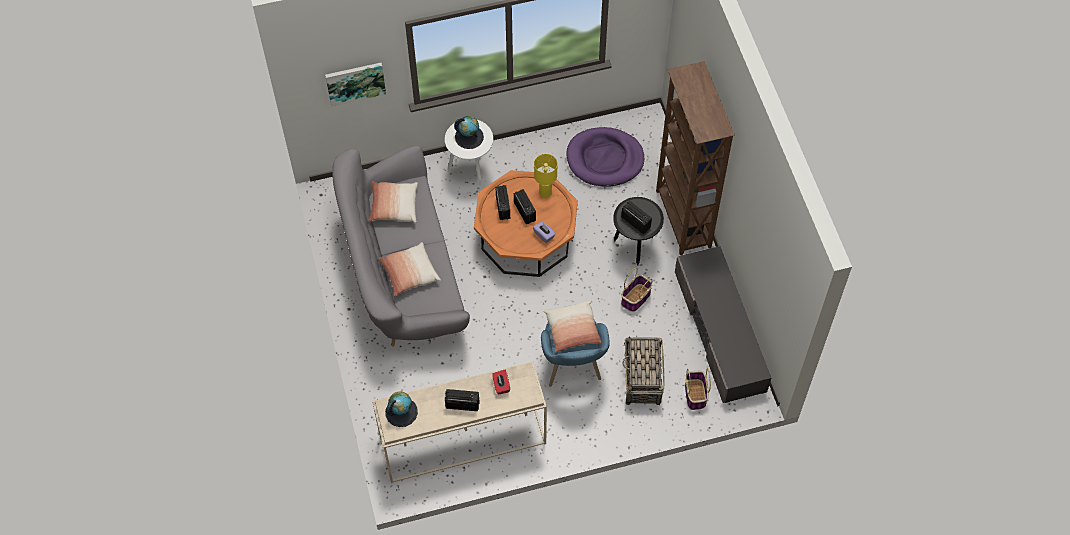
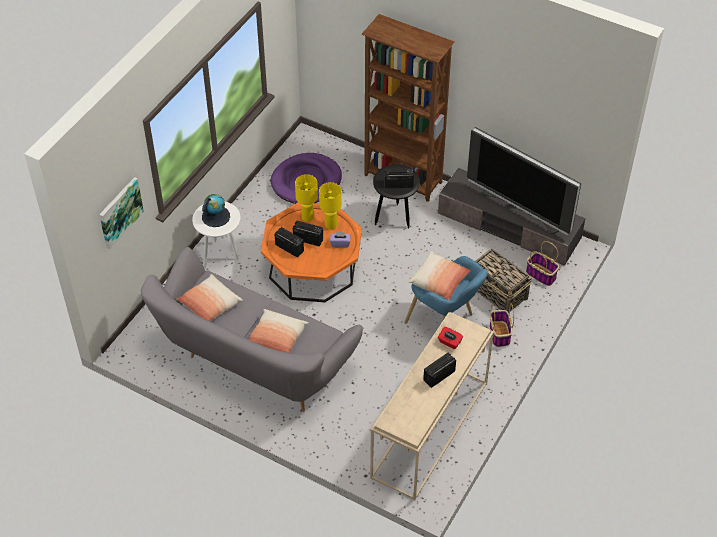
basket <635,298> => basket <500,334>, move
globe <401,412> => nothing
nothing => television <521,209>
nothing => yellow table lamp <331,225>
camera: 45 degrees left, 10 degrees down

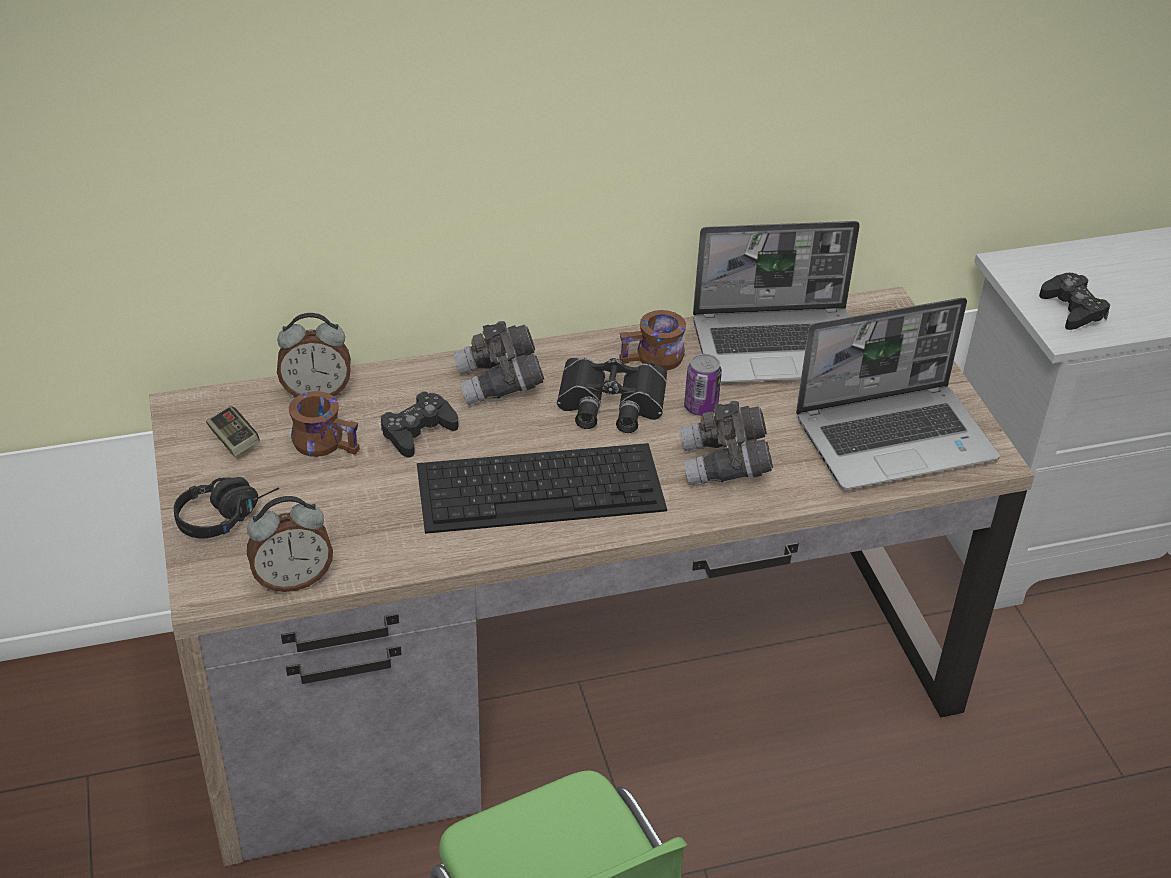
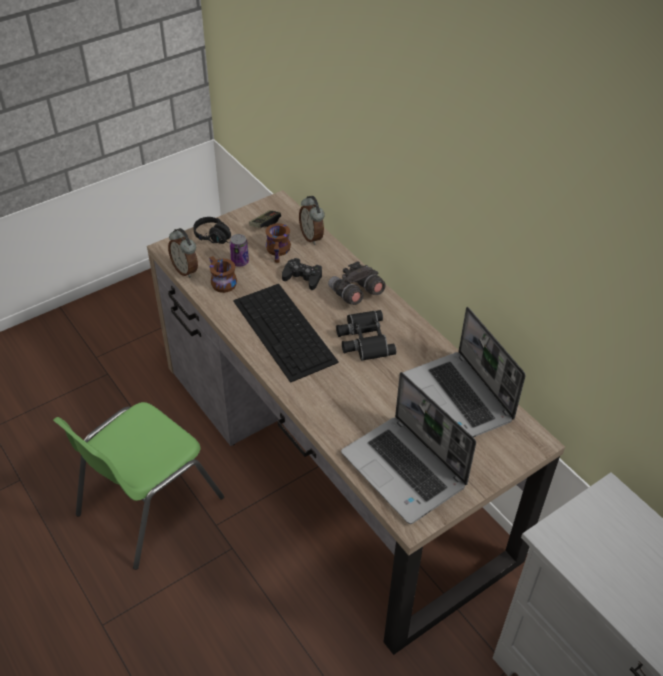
black game controller <1072,309> => nothing
brown mug <654,360> => brown mug <220,282>, move
can <700,407> => can <240,262>, move
grey binoculars <724,465> => nothing
camera: 70 degrees right, 5 degrees up

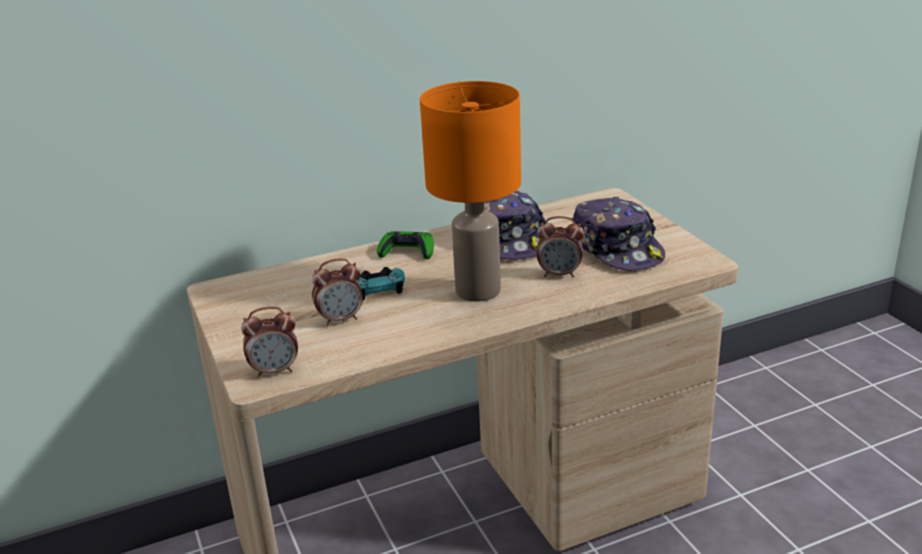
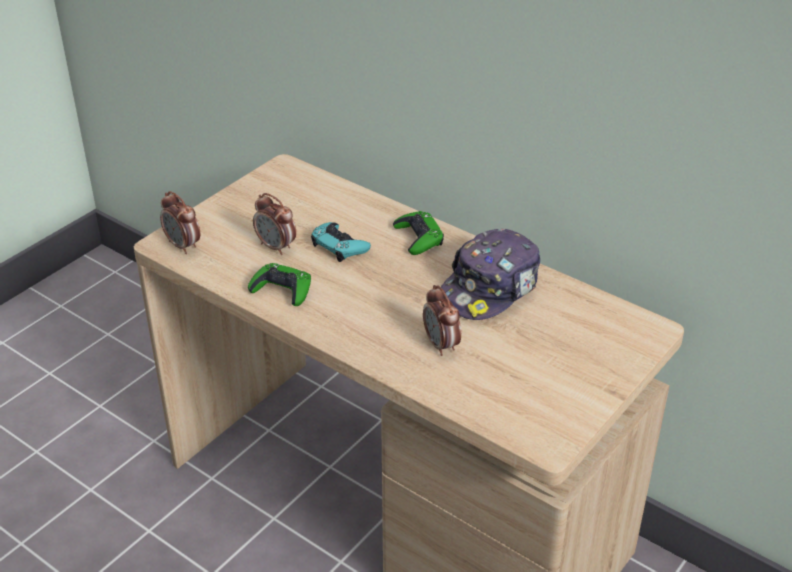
orange table lamp <478,290> => nothing
cap <617,249> => nothing
nothing => green game controller <282,290>
camera: 60 degrees right, 10 degrees up

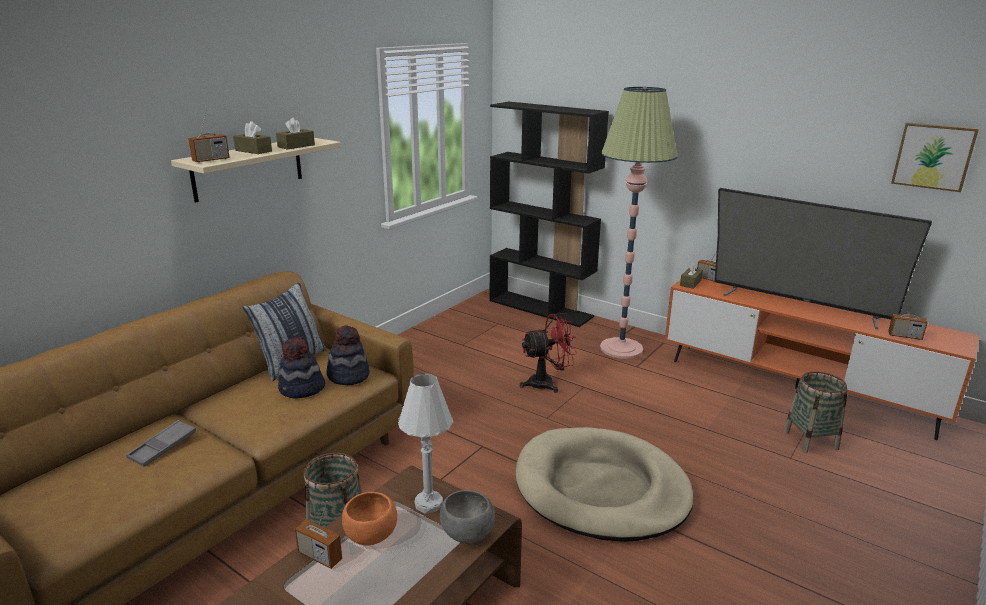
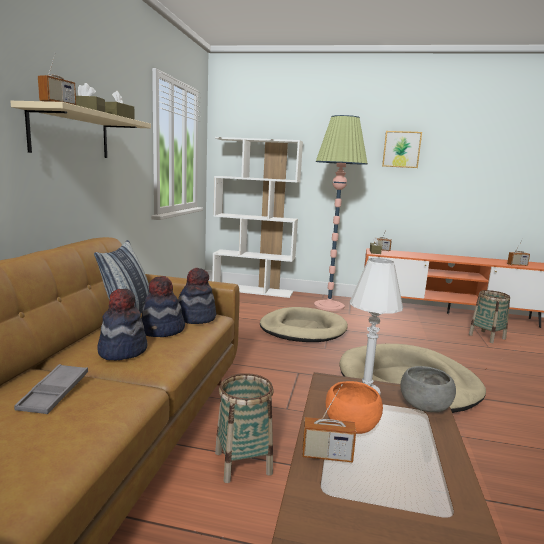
black bookcase <541,308> => white bookcase <253,290>
picture <933,156> => picture <401,149>, move
television <799,305> => nothing
red fan <547,383> => beige dog bed <303,329>
nothing => hat <122,351>
camera: 25 degrees left, 10 degrees down

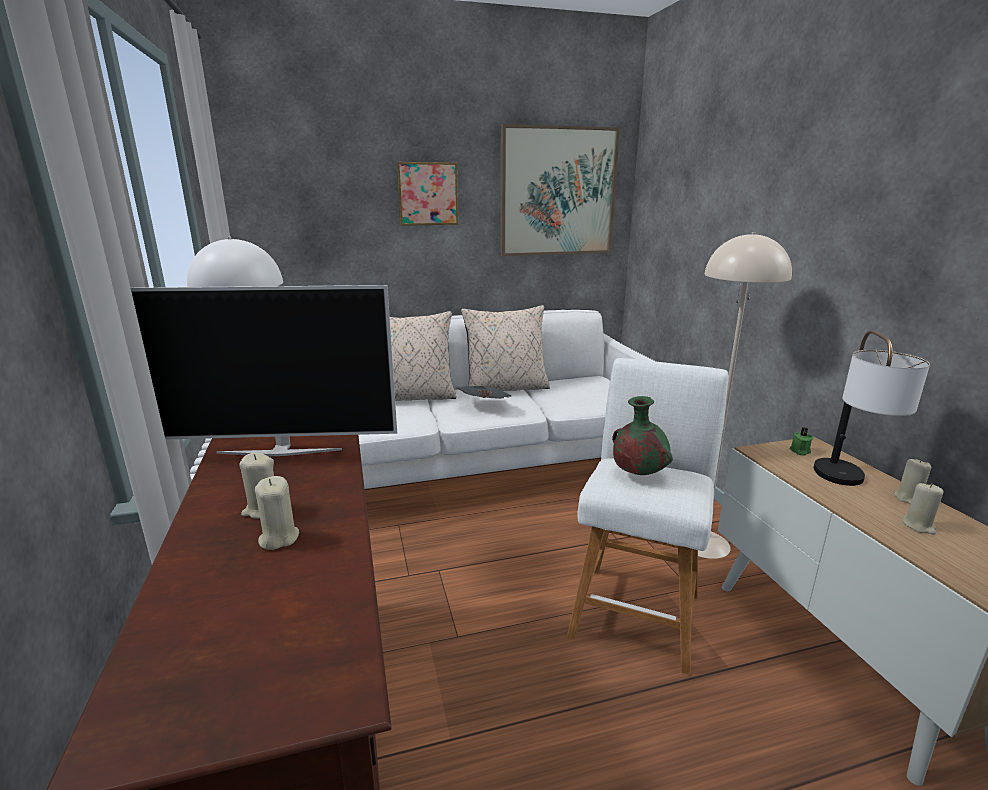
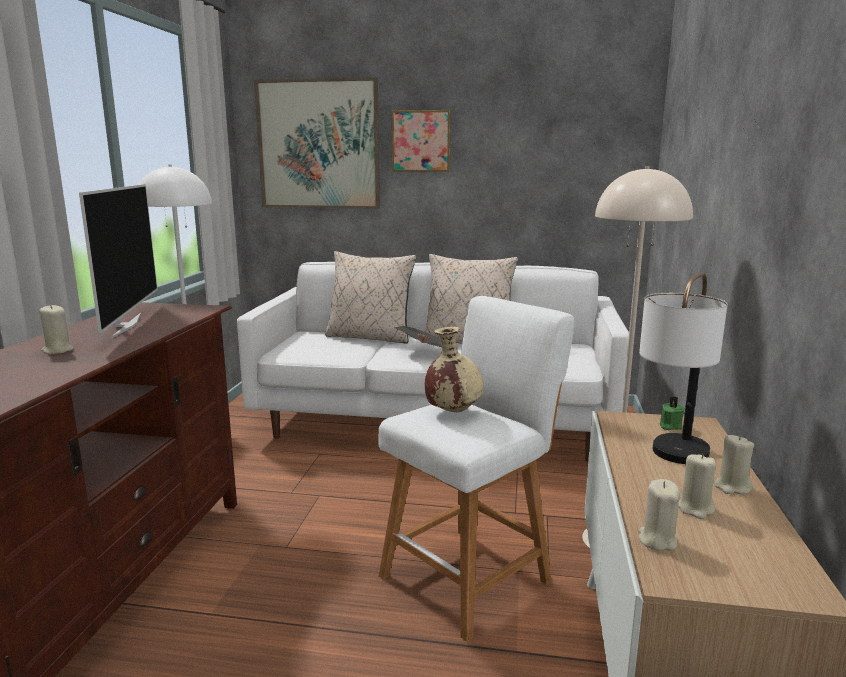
picture <558,192> => picture <318,145>, move
television <280,450> => television <125,325>, 120 degrees counterclockwise
green vase <637,474> => beige vase <452,412>
beige candle <278,538> => beige candle <657,540>, move
camera: 25 degrees right, 5 degrees down

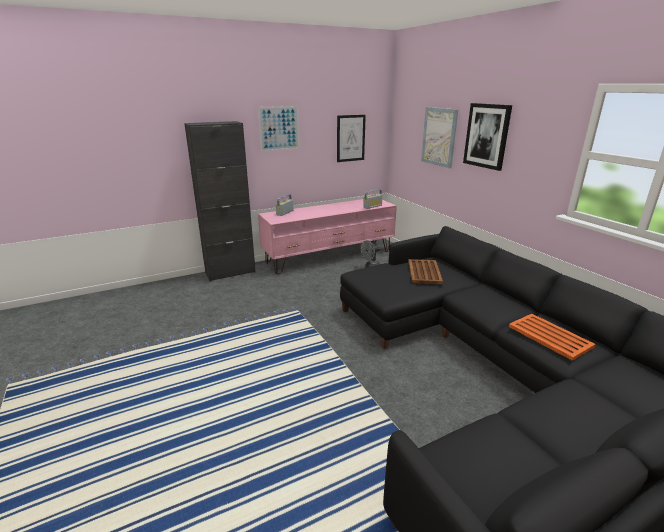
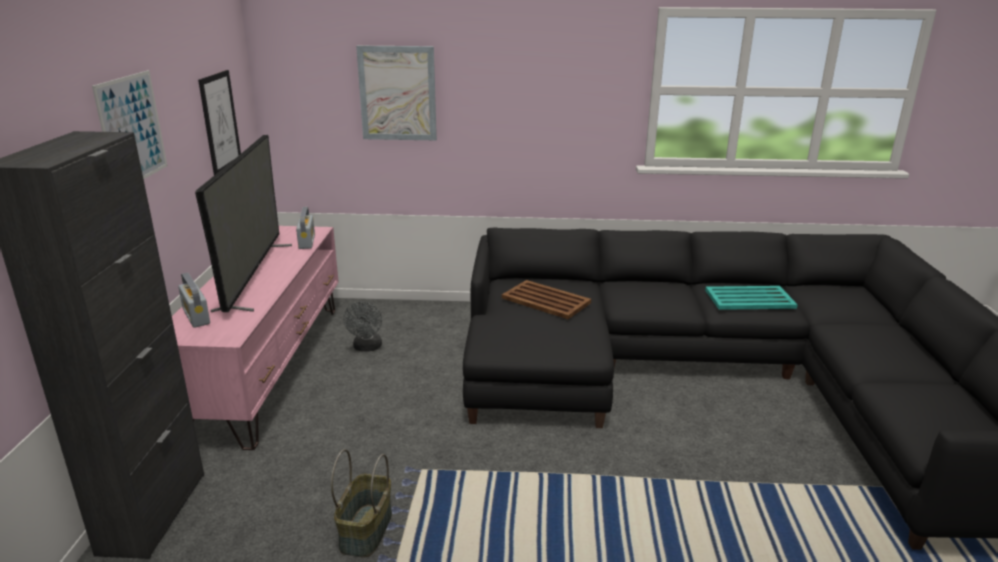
picture <487,136> => nothing
orange tray <550,337> => turquoise tray <750,299>
nothing => television <254,275>
nothing => basket <365,530>
camera: 60 degrees left, 0 degrees up

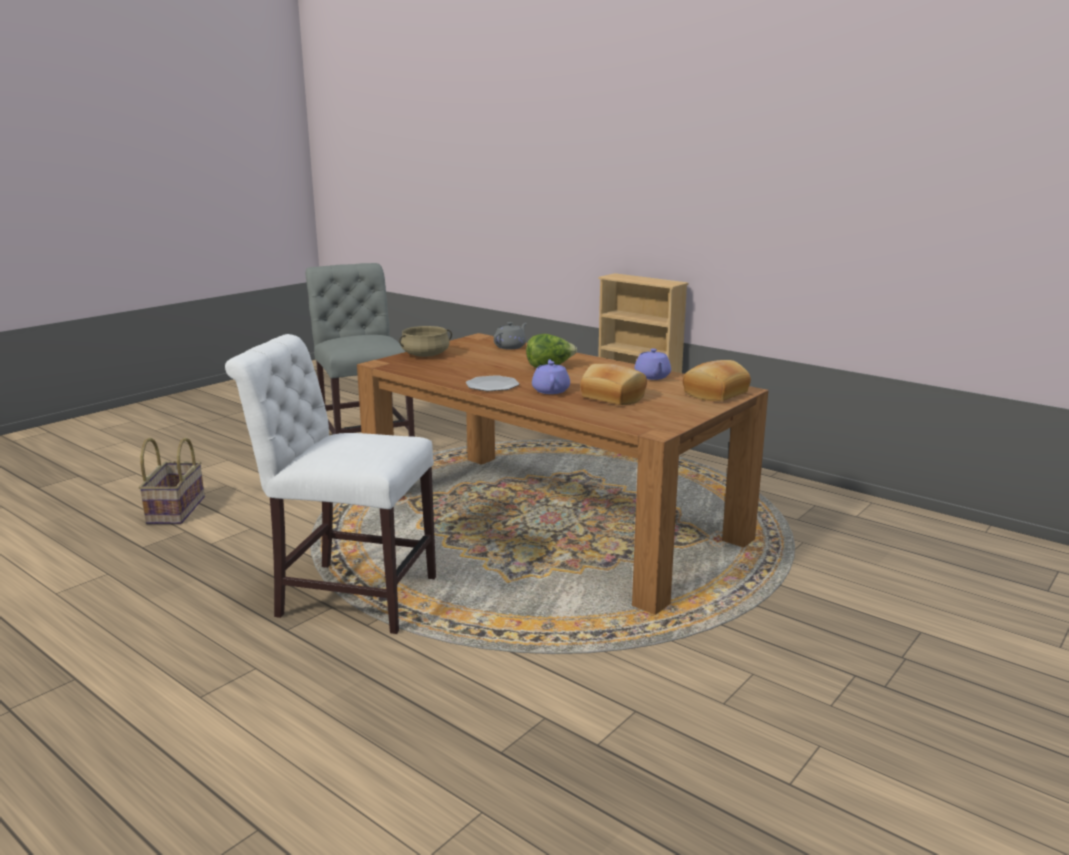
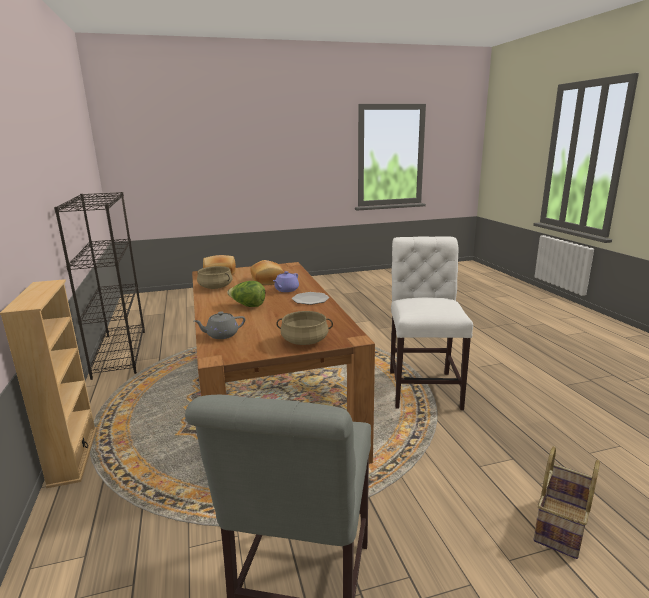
white chair <349,595> => white chair <423,387>, 135 degrees counterclockwise
purple teapot <652,377> => beige cooking pot <215,287>
nothing => black bookcase <120,353>
camera: 145 degrees left, 0 degrees up

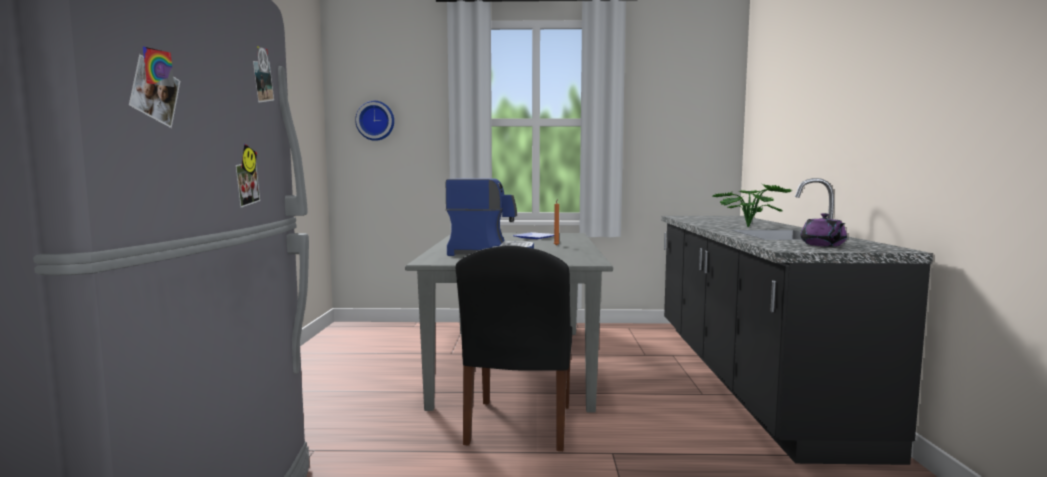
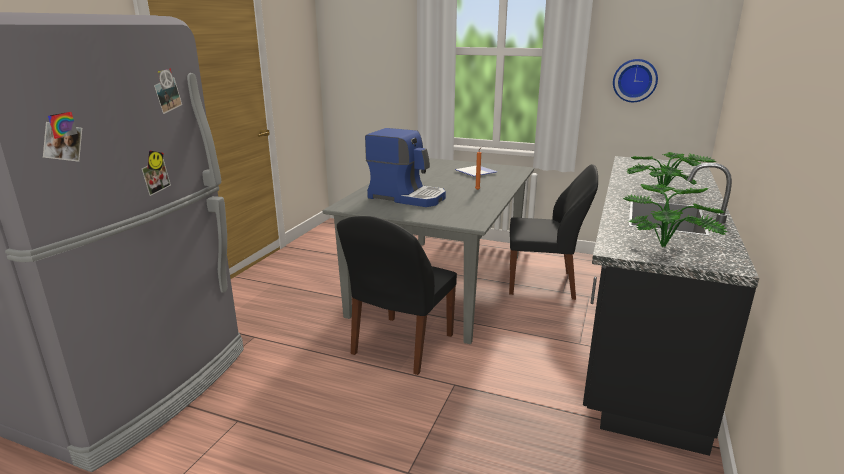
wall clock <376,121> => wall clock <635,80>, move
purple teapot <823,245> => potted plant <667,246>
nothing => black chair <543,284>
camera: 20 degrees right, 15 degrees up

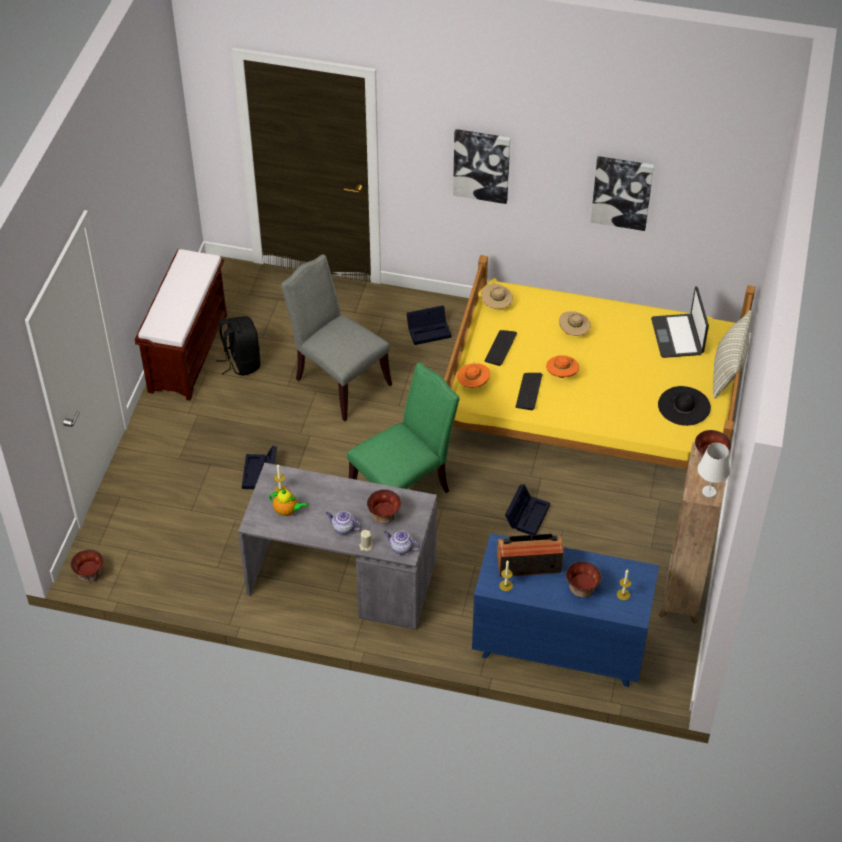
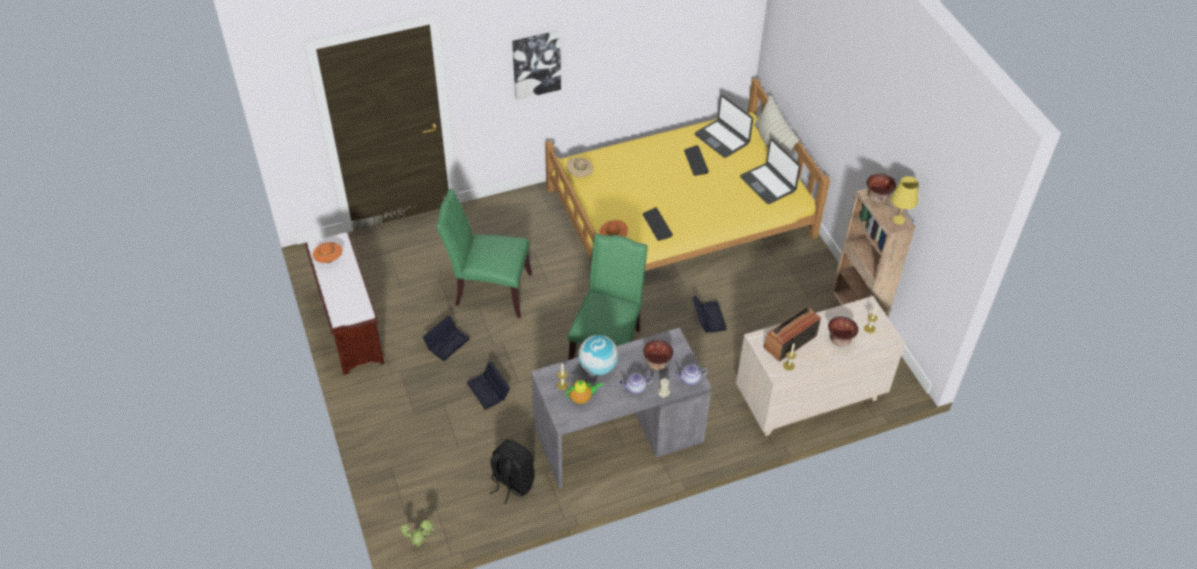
picture <622,192> => nothing
grey chair <338,381> => green chair <489,291>
black storage box <430,330> => black storage box <447,342>, move
beige hat <573,332> => nothing
black backpack <241,362> => black backpack <511,483>, move
keyboard <500,348> => keyboard <696,161>, move
orange hat <561,374> => orange hat <329,260>, move
black hat <684,406> => laptop <768,184>
white table lamp <709,492> => yellow table lamp <898,220>
blue dresser <559,647> => beige dresser <809,398>
bowl <90,574> => potted plant <420,543>
nothing => globe <598,367>
camera: 35 degrees left, 0 degrees up

